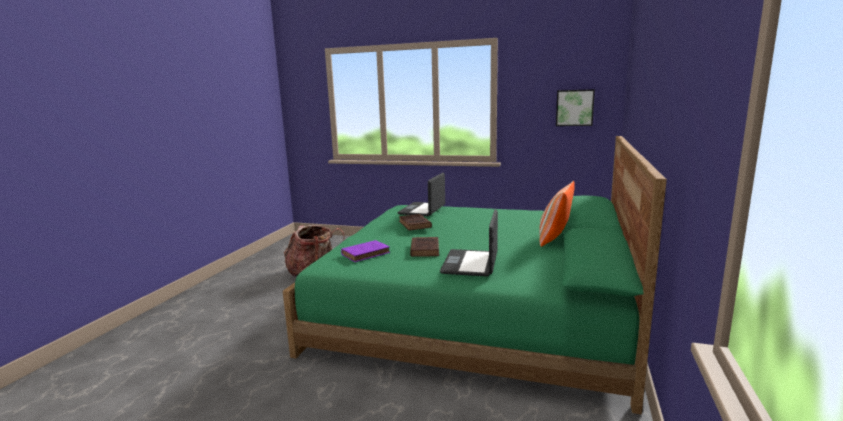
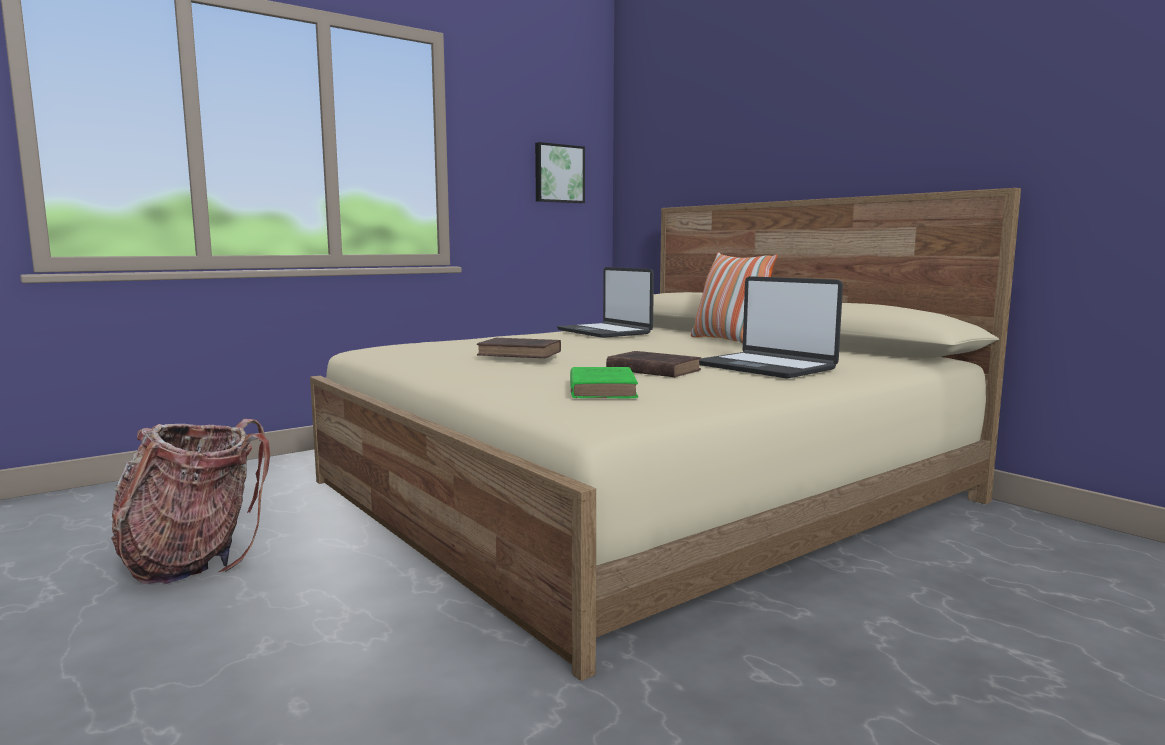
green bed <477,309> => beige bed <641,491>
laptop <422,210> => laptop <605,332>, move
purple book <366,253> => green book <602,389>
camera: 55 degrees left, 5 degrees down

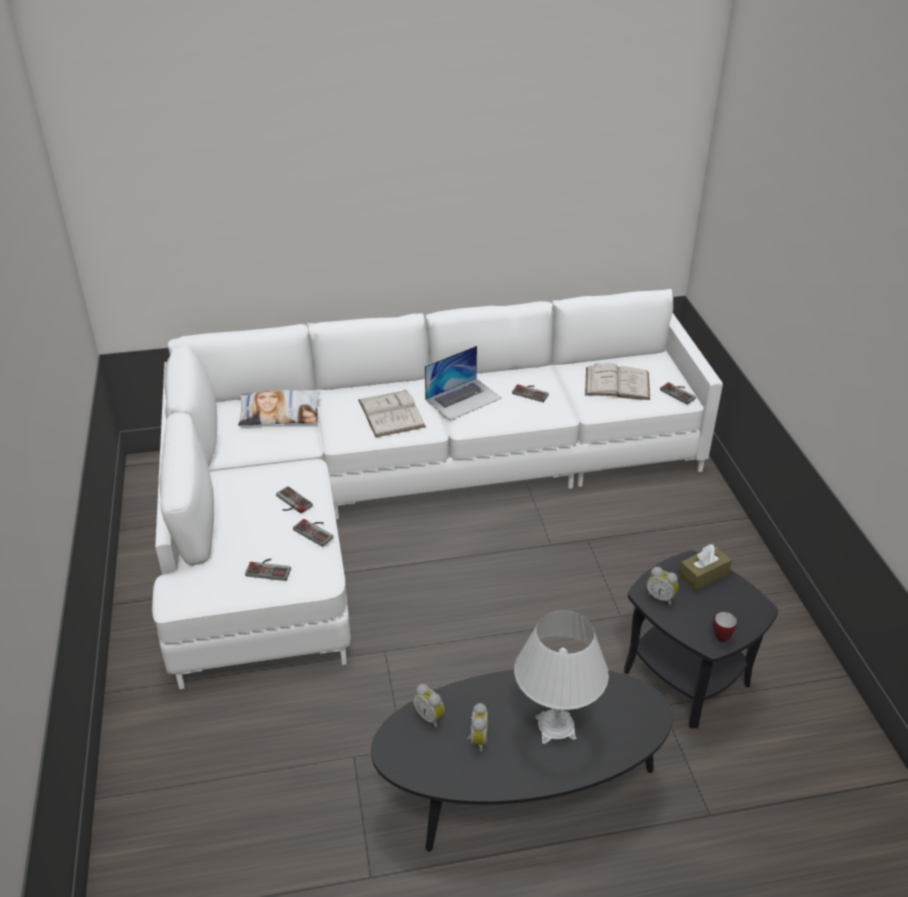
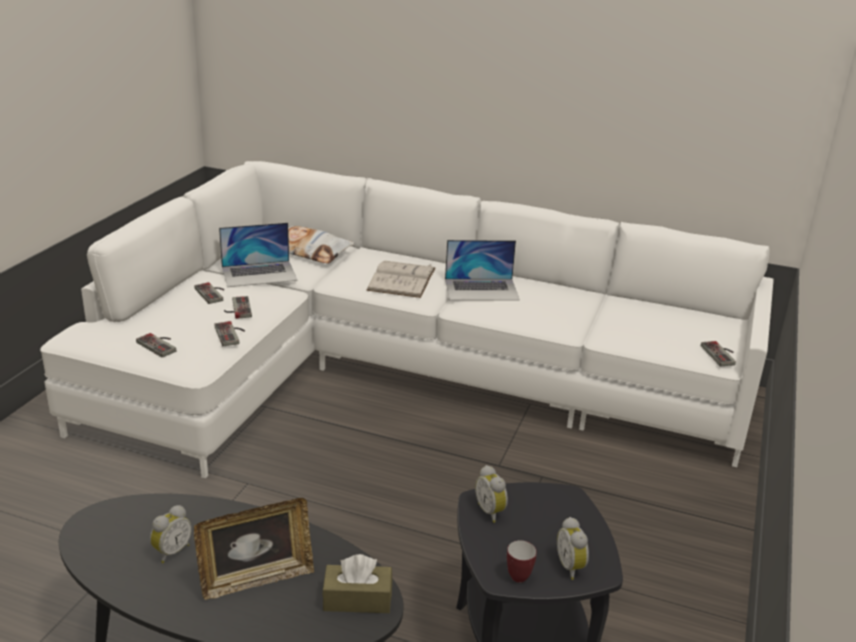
white book <617,383> => nothing
game controller <531,392> => game controller <213,293>, move
brown tissue box <703,575> => brown tissue box <357,599>, move
white table lamp <555,727> => picture frame <256,579>
alarm clock <430,717> => alarm clock <572,567>, move
nothing => laptop <259,273>
camera: 30 degrees right, 10 degrees down

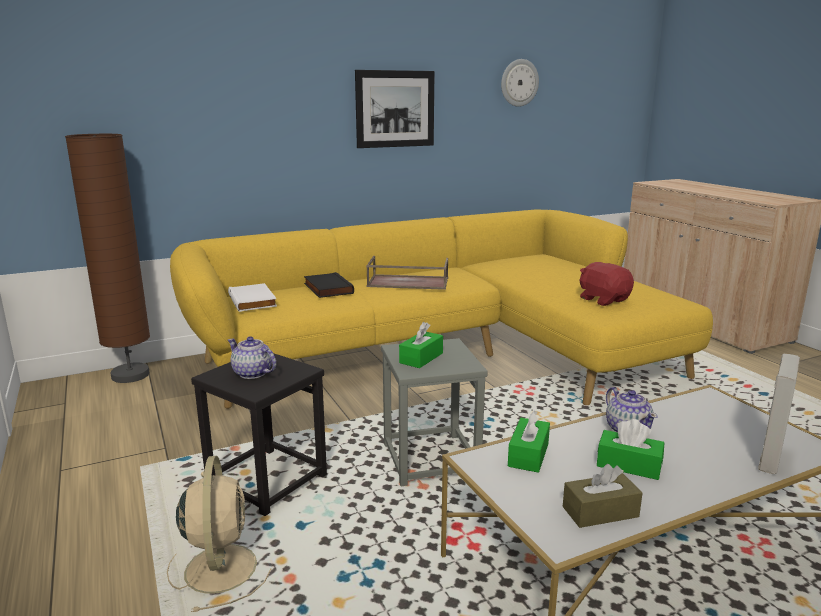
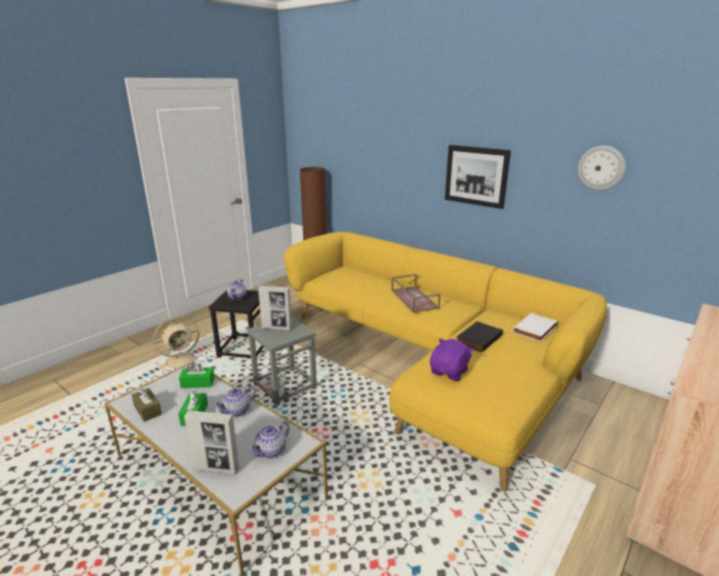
red plush toy <603,300> => purple plush toy <449,372>
black book <327,288> => black book <478,338>, move
white book <254,301> => white book <536,330>, move
green tissue box <421,358> => picture frame <277,328>
nothing => teapot <271,451>
camera: 65 degrees right, 5 degrees up

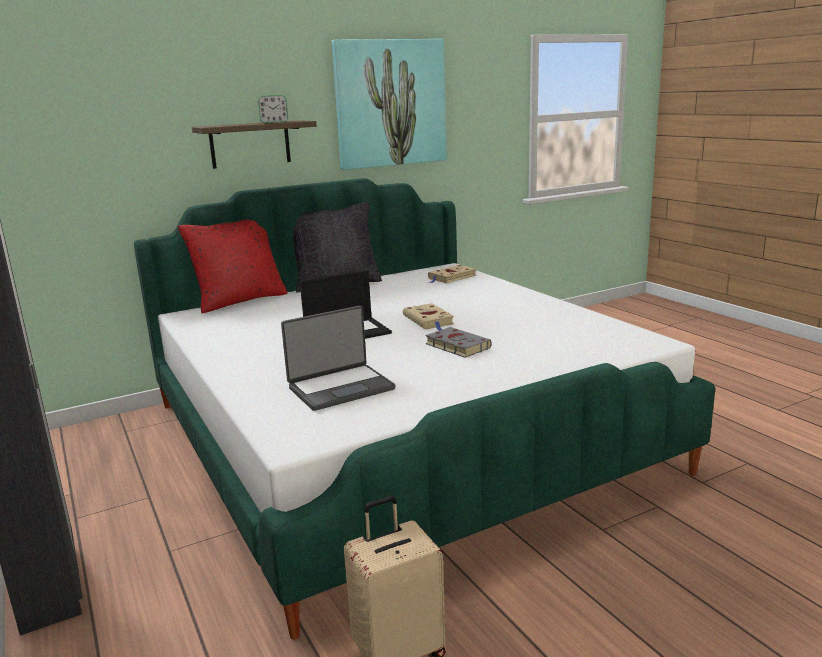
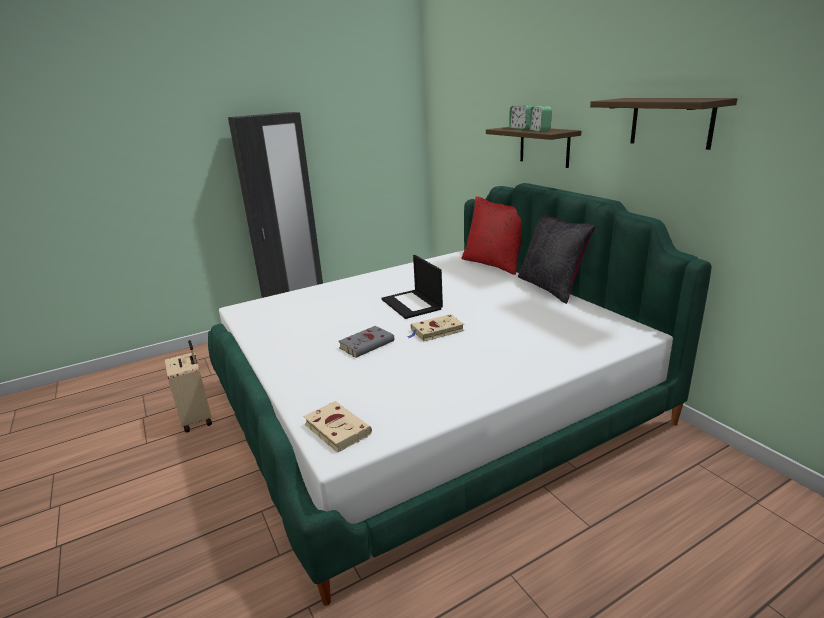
picture <390,103> => shelf <671,122>
beige book <451,277> => beige book <336,428>, move
laptop <340,388> => nothing
nothing => alarm clock <521,128>
camera: 90 degrees right, 5 degrees up

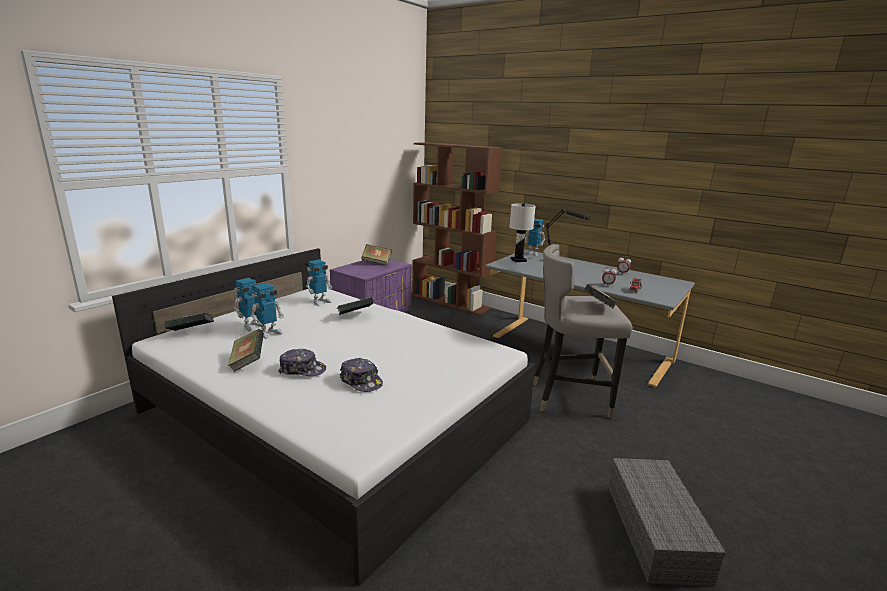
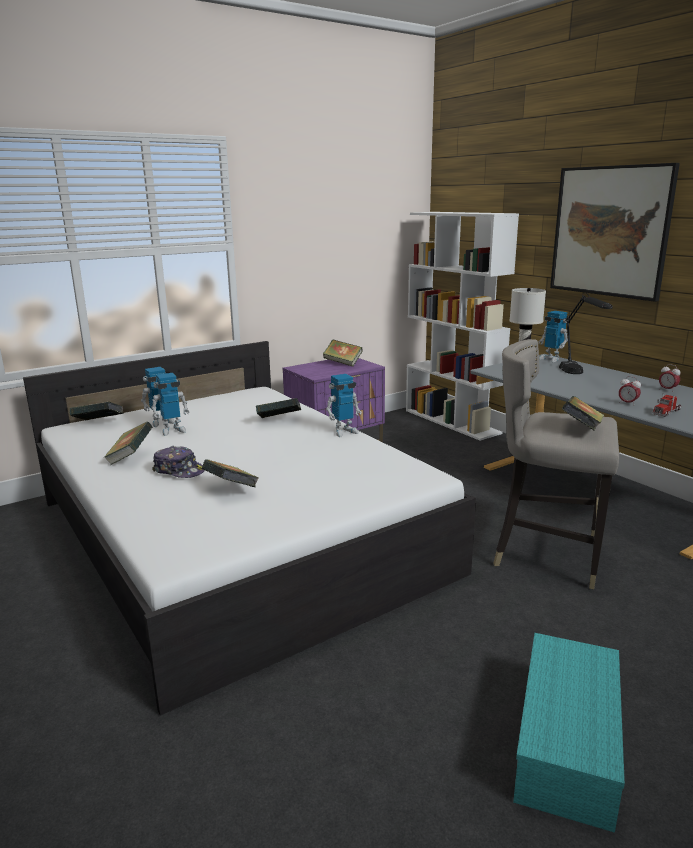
brown bookcase <451,302> => white bookcase <452,421>
toy robot <320,302> => toy robot <344,431>, move
cap <361,381> => book <231,489>
grey storage box <657,533> => turquoise storage box <569,745>
nothing => picture <610,231>
camera: 20 degrees right, 0 degrees up

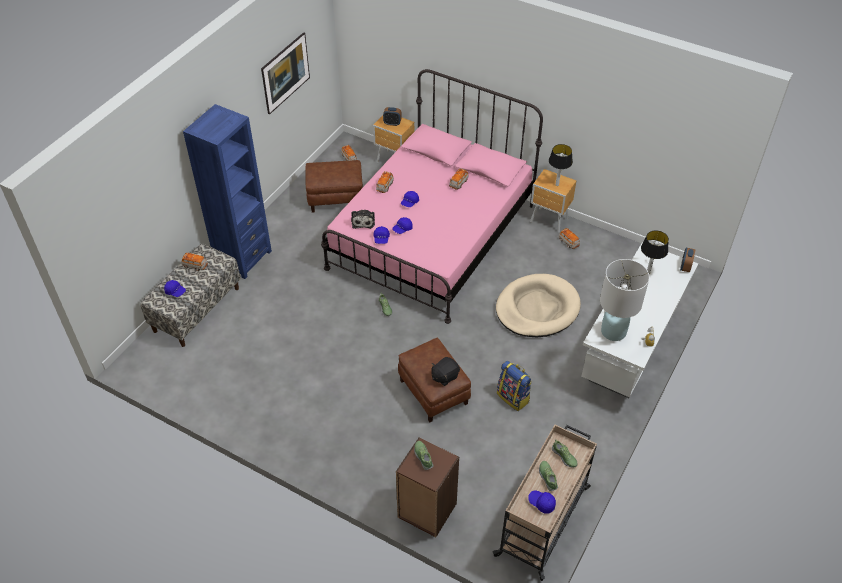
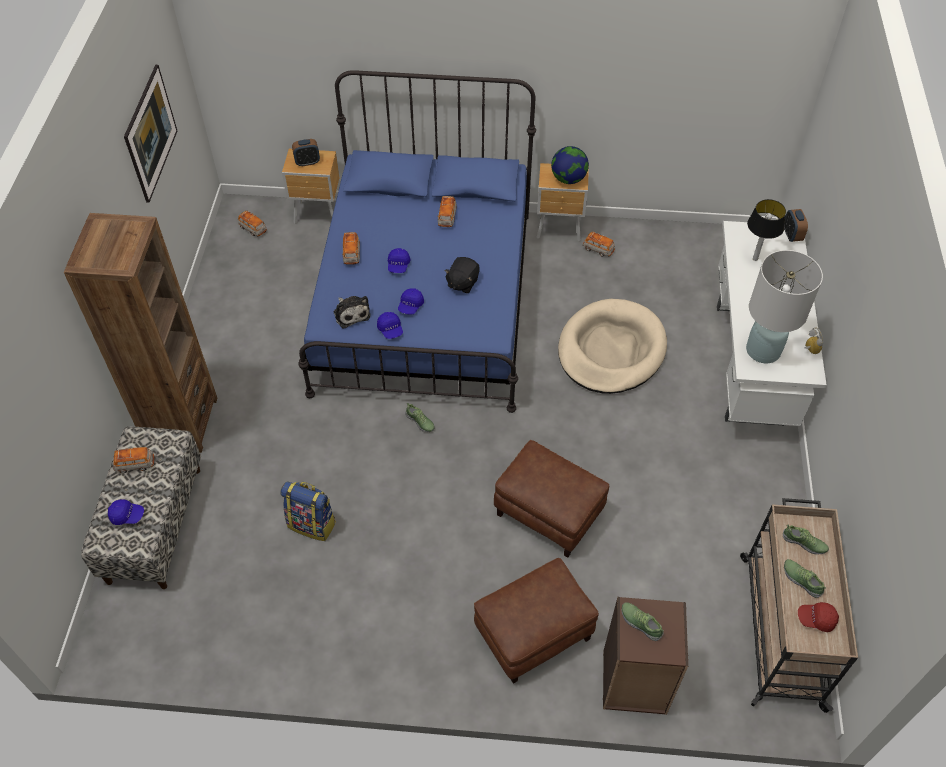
pink bed <432,236> => blue bed <426,300>
blue bookcase <243,258> => brown bookcase <181,422>
table lamp <557,184> => globe <568,179>
brown ottoman <336,198> => brown ottoman <533,632>, move
black plush toy <444,376> => black plush toy <462,283>, move
backpack <513,397> => backpack <312,524>, move
blue cap <541,503> => red cap <816,619>
camera: 25 degrees left, 5 degrees up

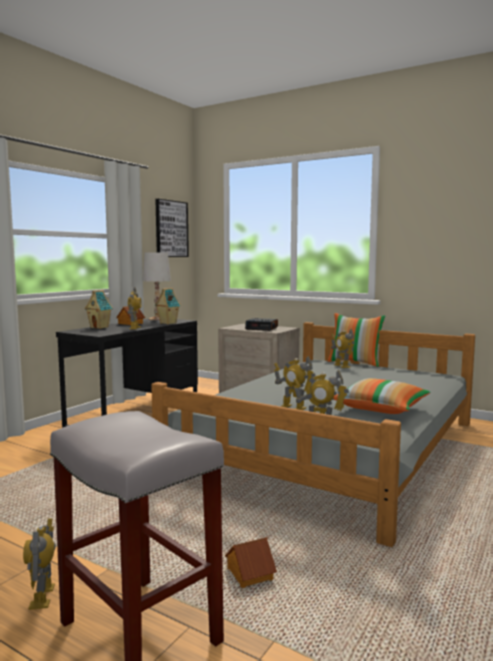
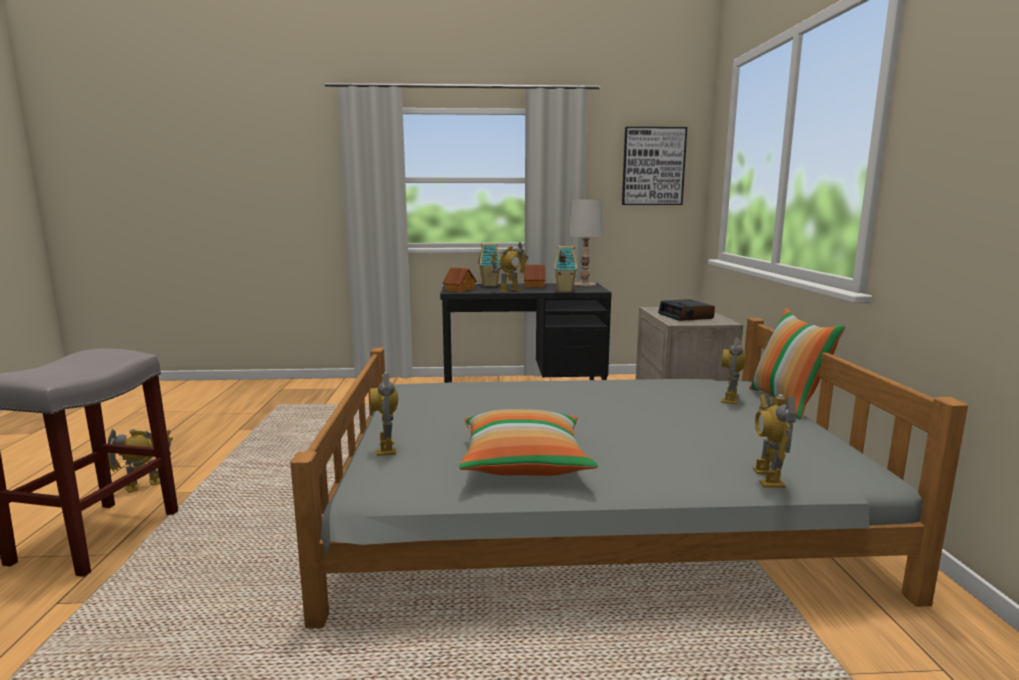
toy robot <293,407> => toy robot <767,478>, move
toy house <249,574> => toy house <459,289>, move
camera: 55 degrees right, 5 degrees up

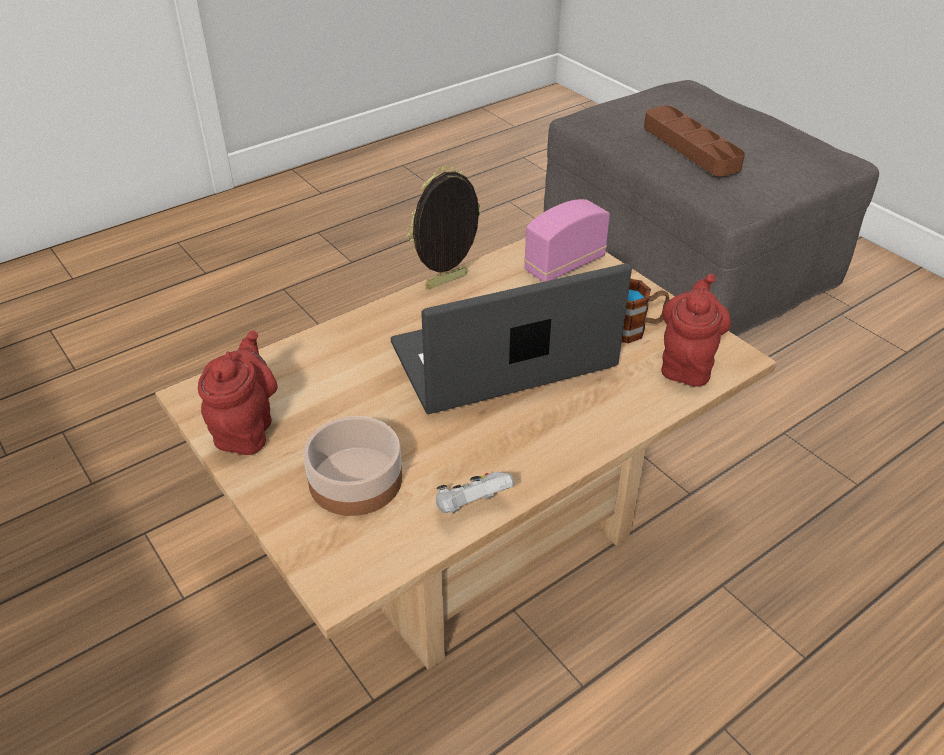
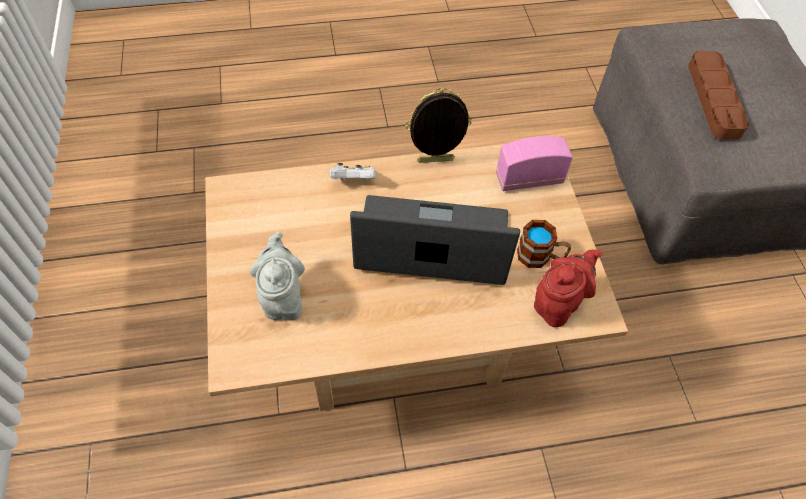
red teapot <246,428> => nothing
bowl <356,481> => grey teapot <282,298>
white game controller <471,506> => white game controller <353,181>, move
camera: 25 degrees right, 15 degrees up

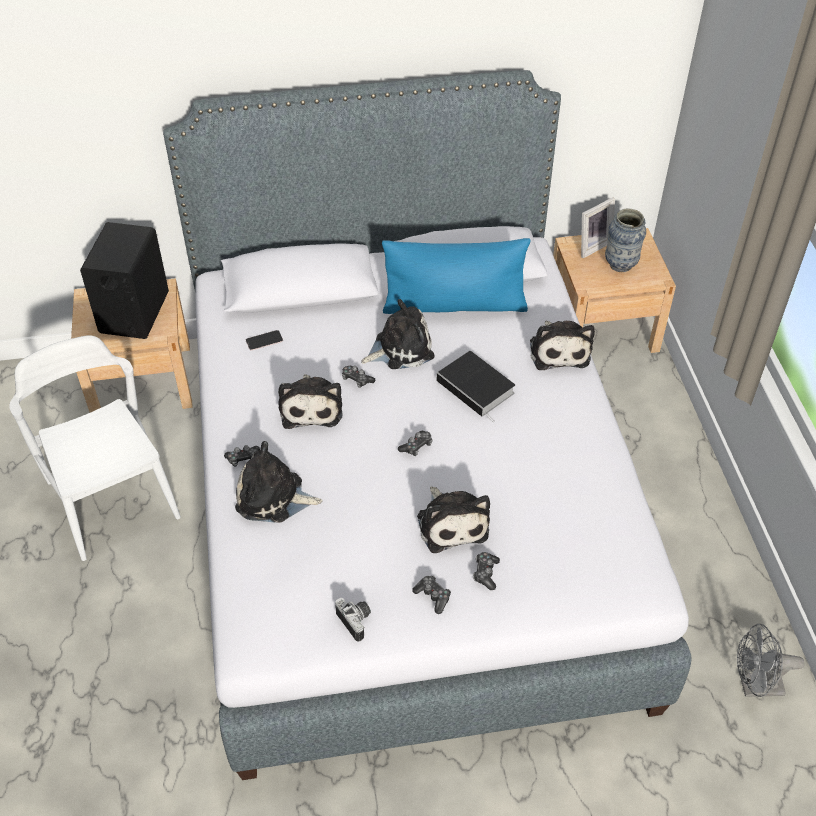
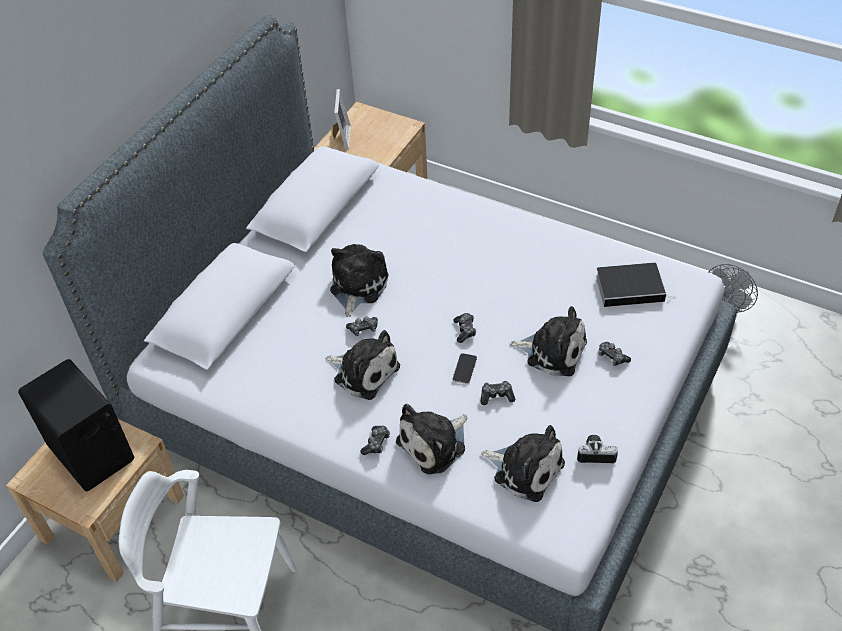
vase <620,265> => nothing
blue pillow <454,305> => nothing
plush toy <559,350> => plush toy <525,469>, move
phone <264,341> => phone <464,369>, move
book <477,388> => book <631,287>, move
game controller <433,596> => game controller <496,396>, move
camera: 50 degrees left, 0 degrees up

